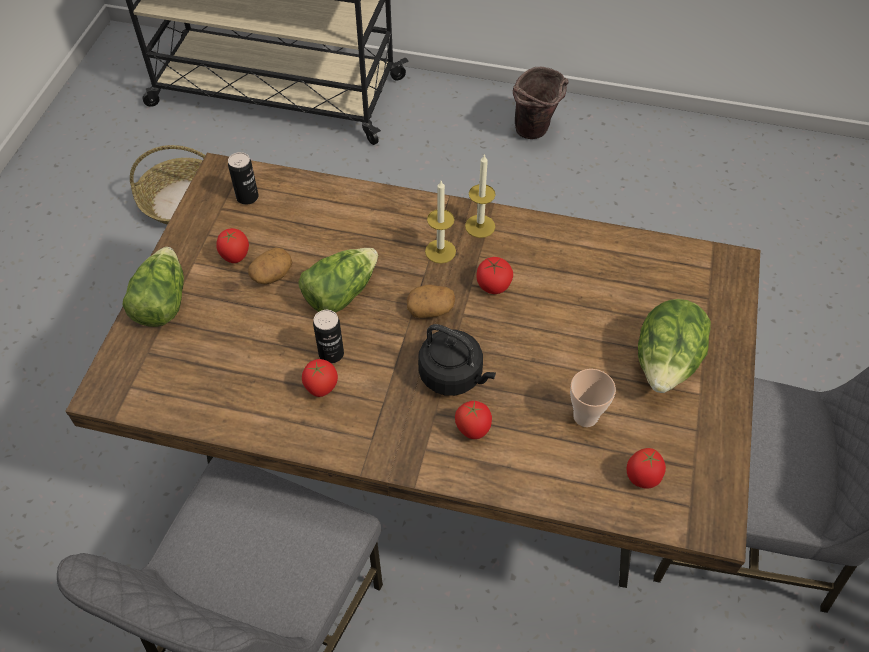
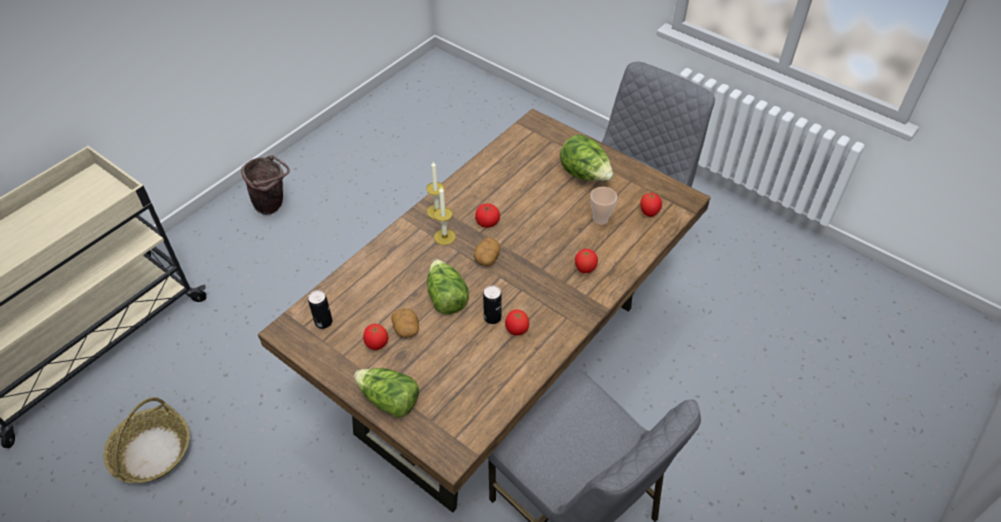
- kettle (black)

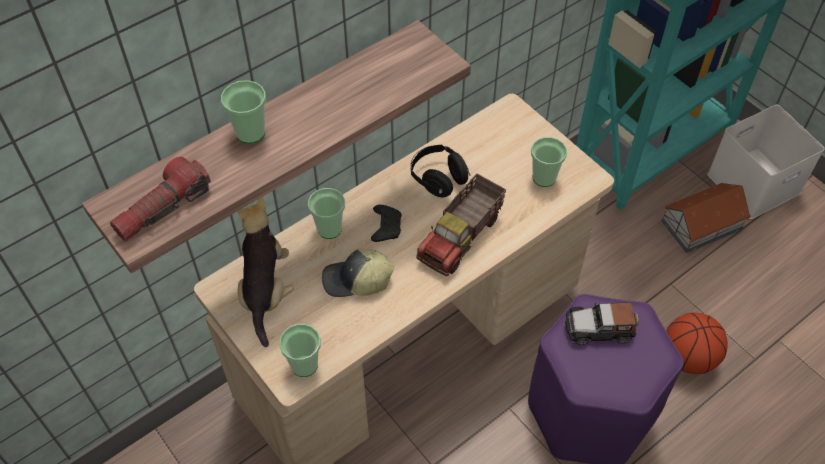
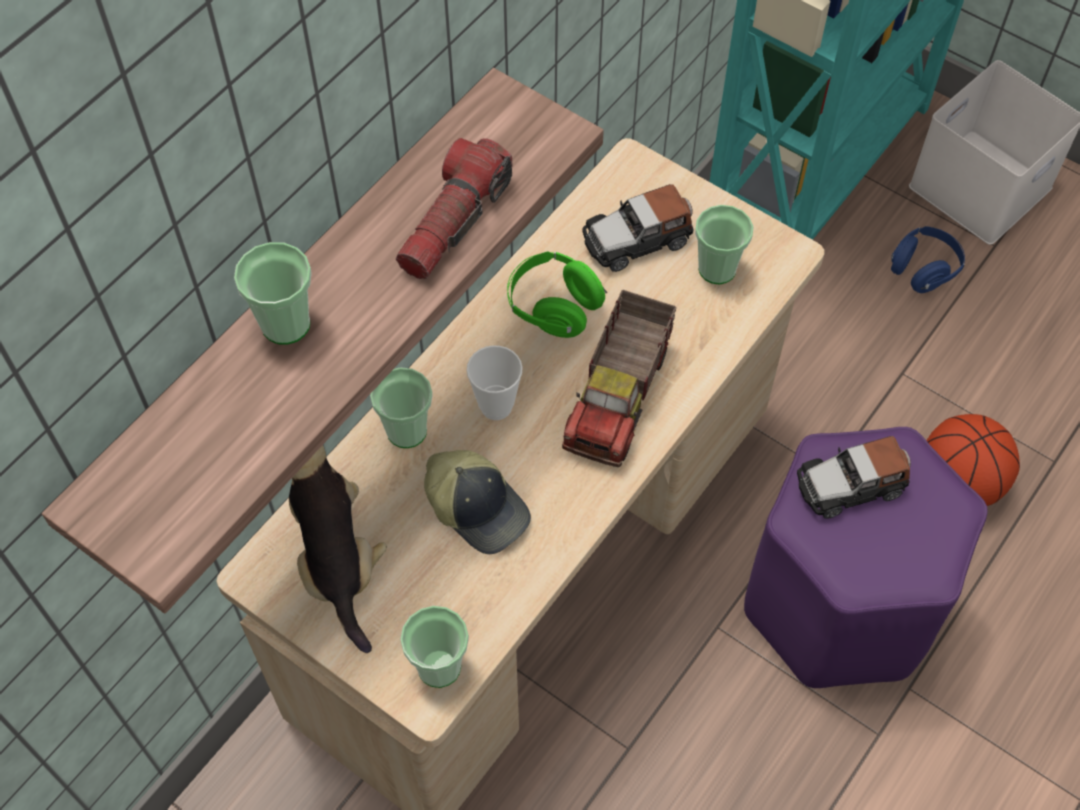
~ headphones (black) to headphones (green)
~ flashlight
~ toy house to headphones (blue)
~ game controller (black) to cup (4th from left)
~ cap 120 degrees counterclockwise
+ toy car (1st from left)

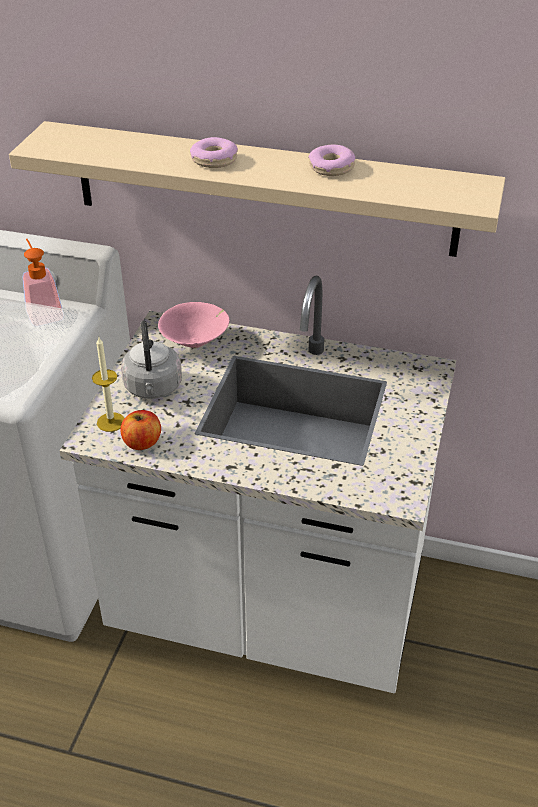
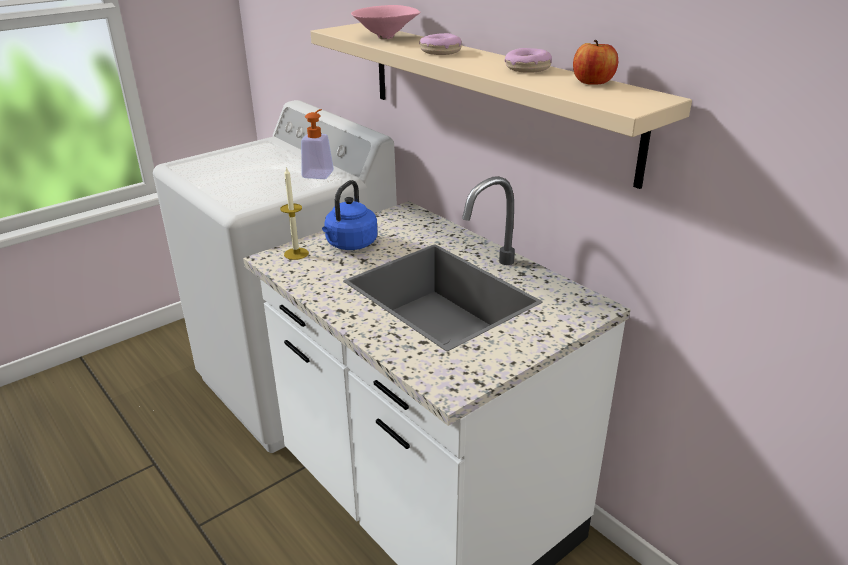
~ bowl (pink)
~ kettle (grey) to kettle (blue)
~ apple

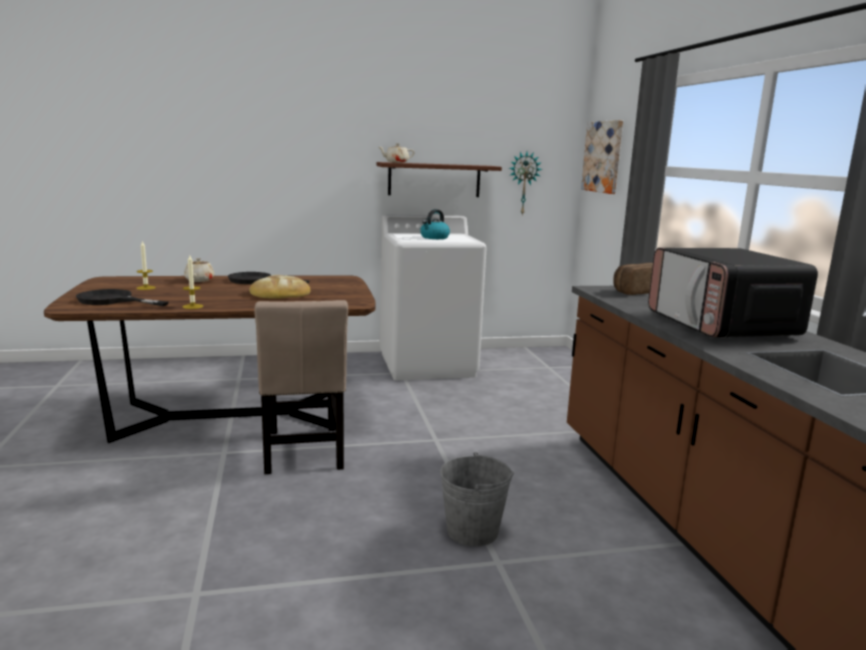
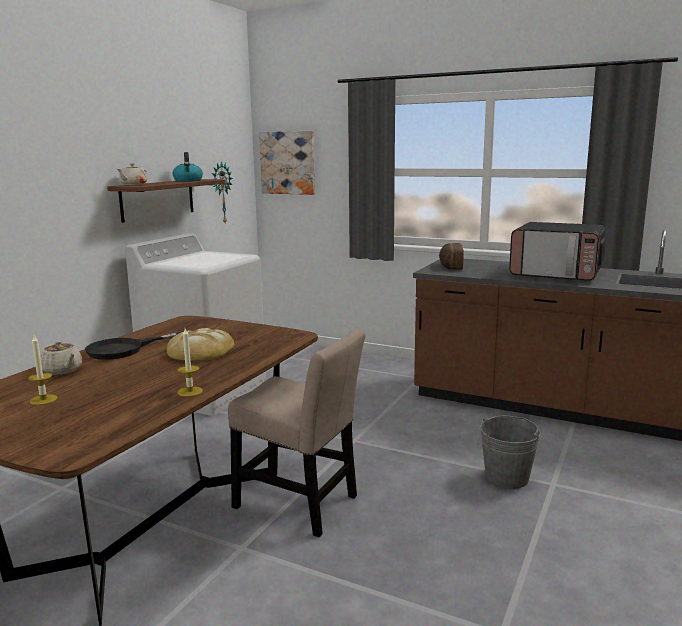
~ kettle
- frying pan (black) (1st from left)

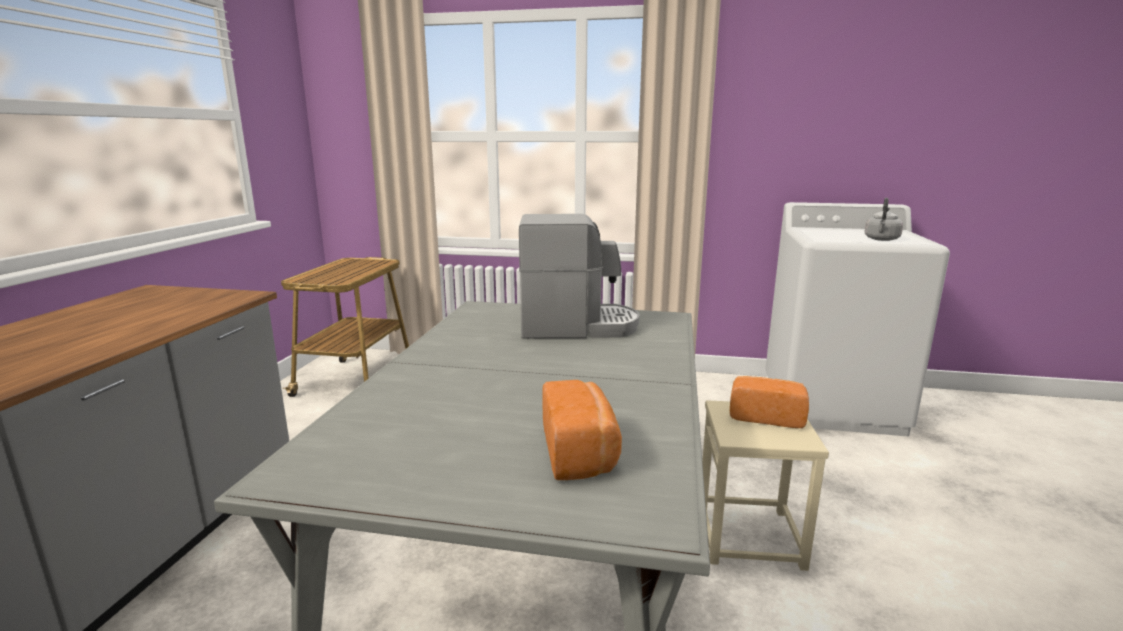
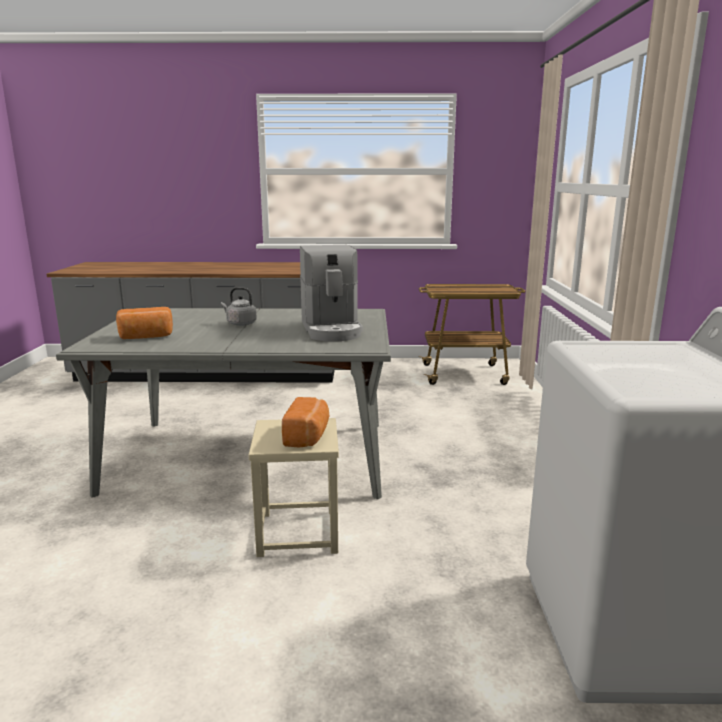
~ kettle (grey)

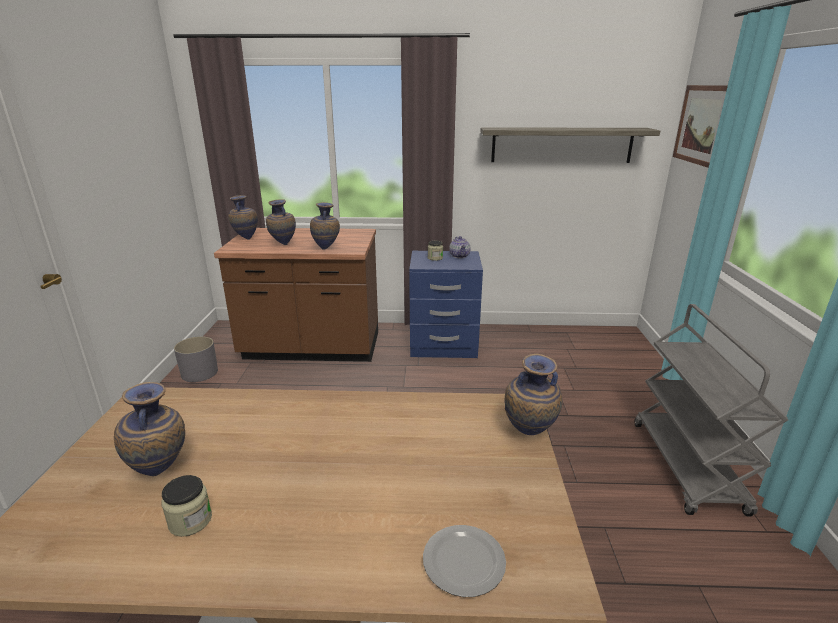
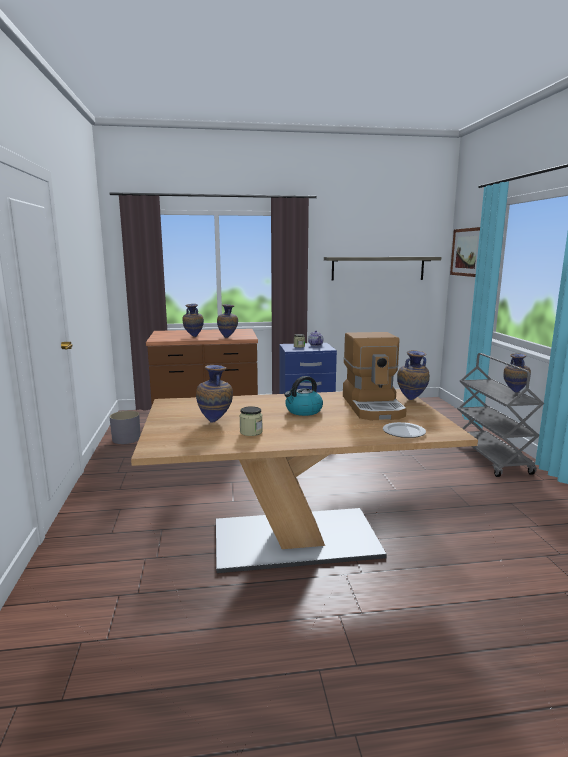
~ vase (2nd from left in the first image) to vase (5th from left)
+ coffee machine
+ kettle

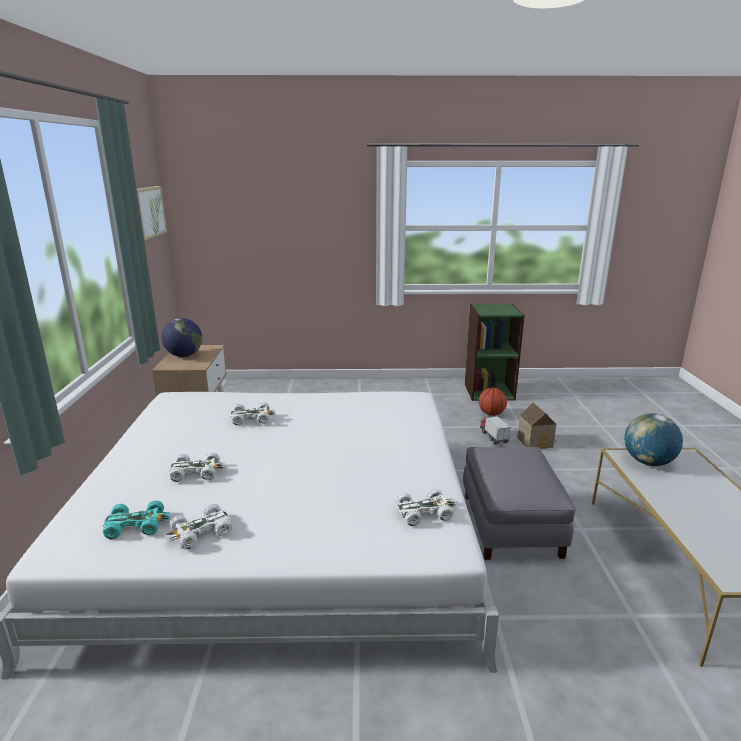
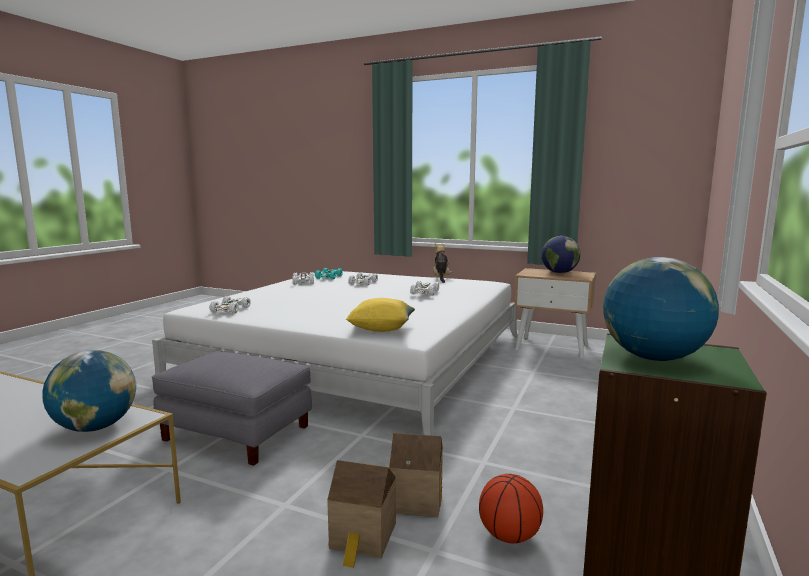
- picture
~ toy truck to toy house (2nd from left)
+ plush toy
+ globe (3rd from left)
+ pillow (yellow)

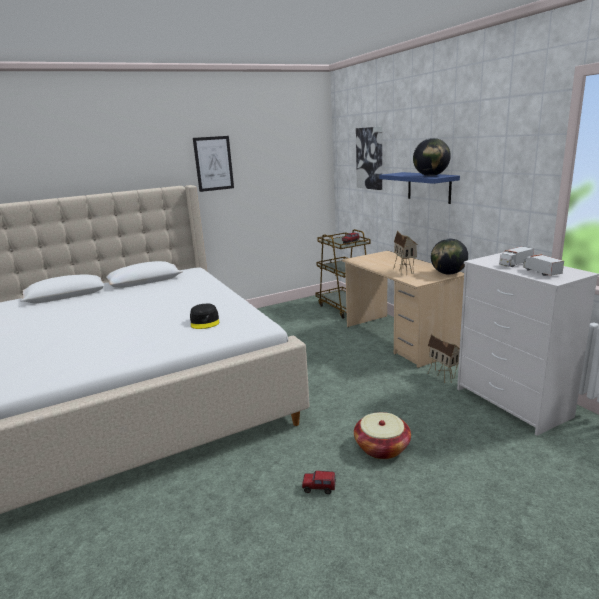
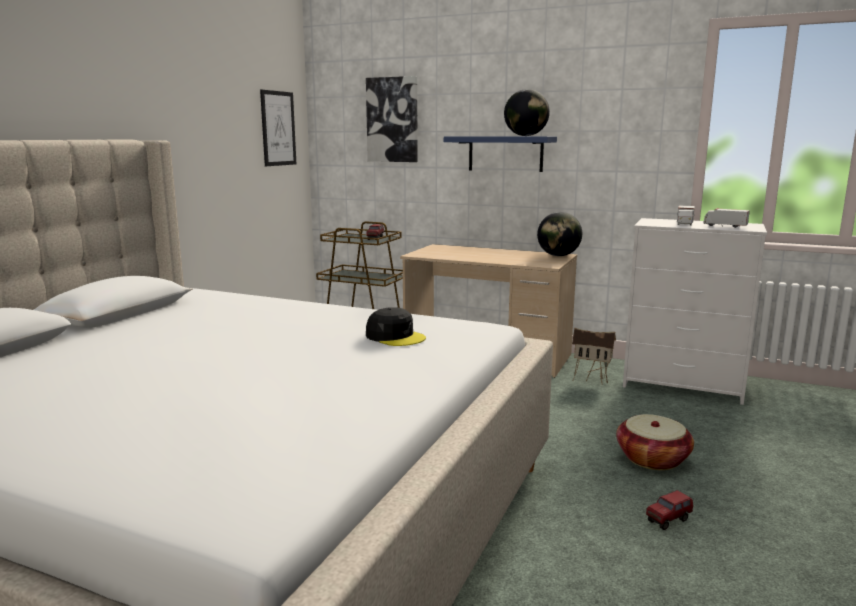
~ picture (1st from left)
- toy house (1st from left)

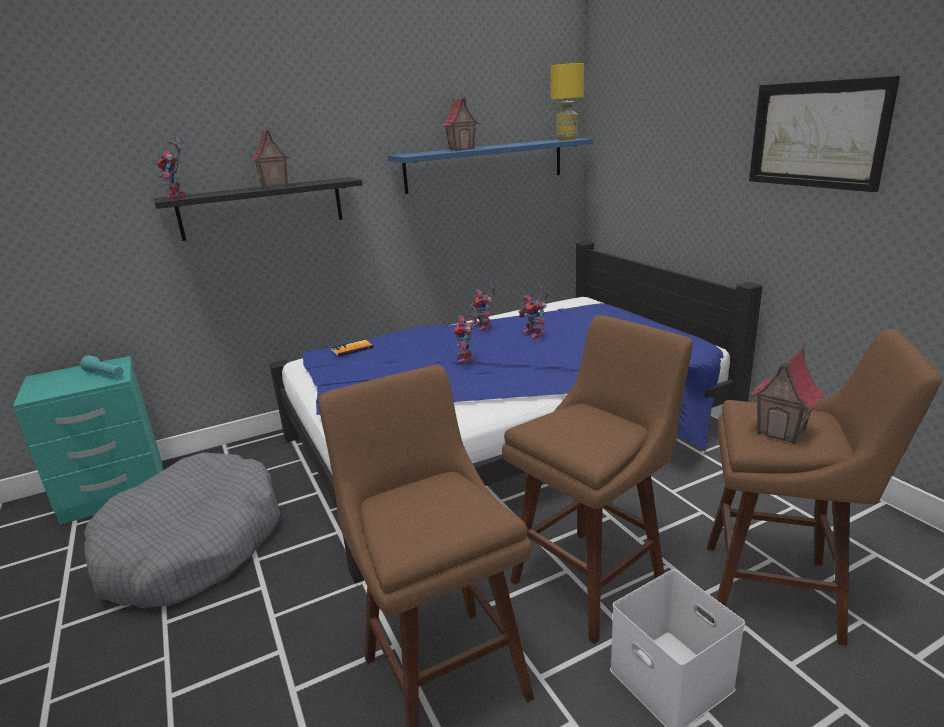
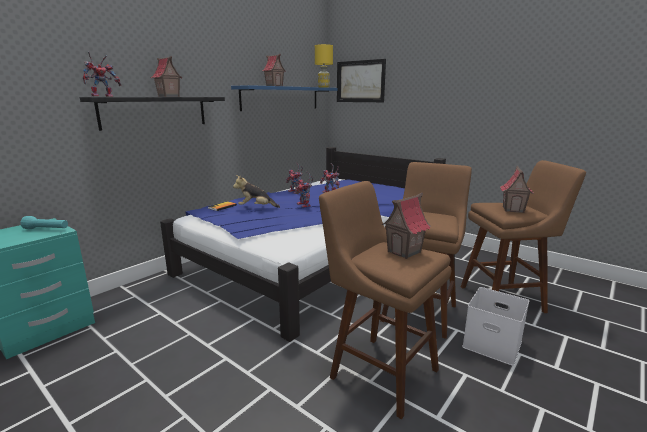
~ picture
~ toy robot (1st from left) 90 degrees counterclockwise
- dog bed (grey)
+ plush toy
+ toy house (3rd from left)

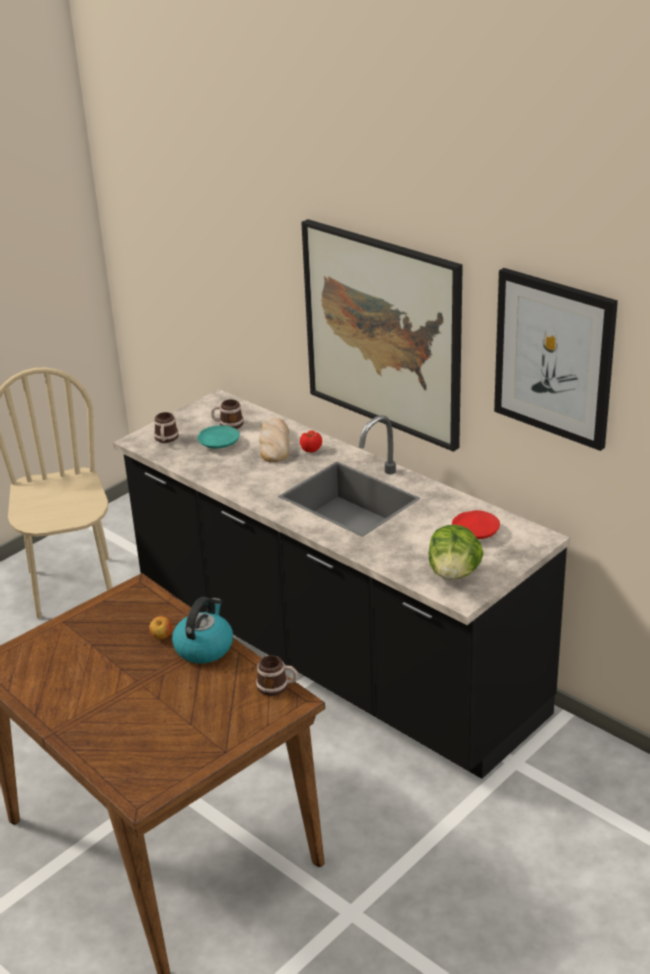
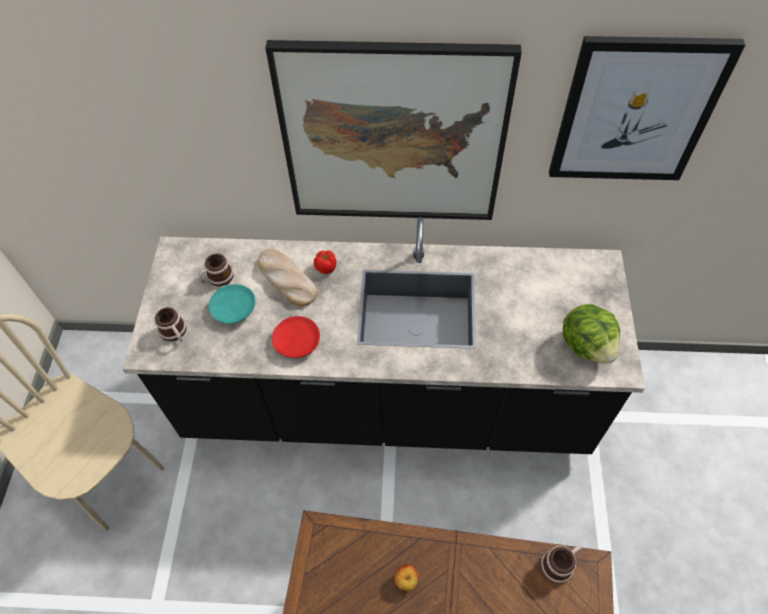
~ plate (red)
- kettle

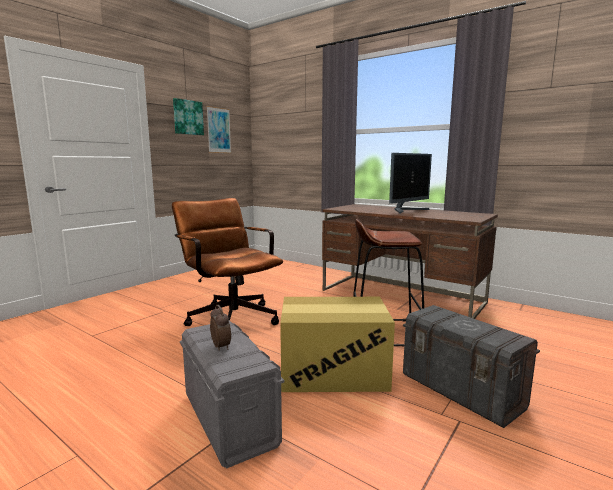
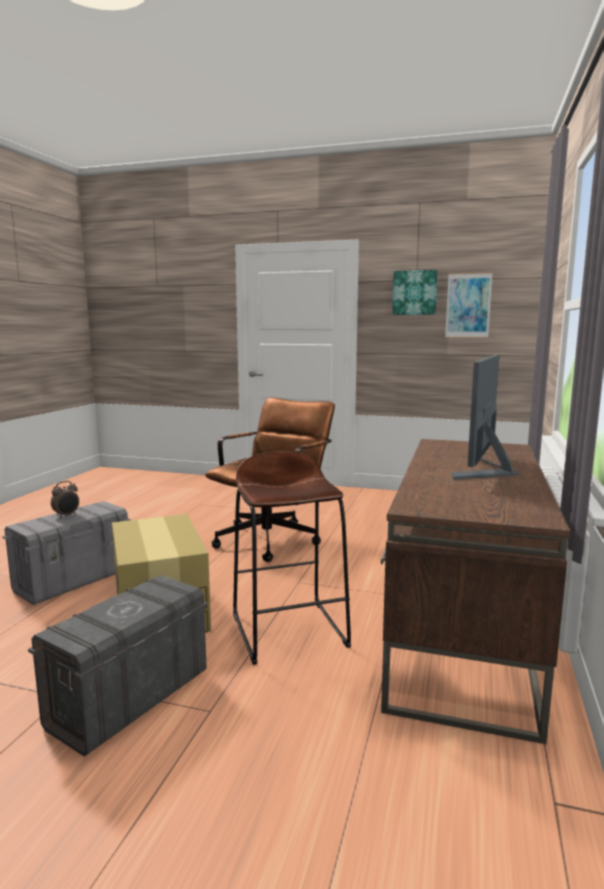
~ monitor 90 degrees clockwise

